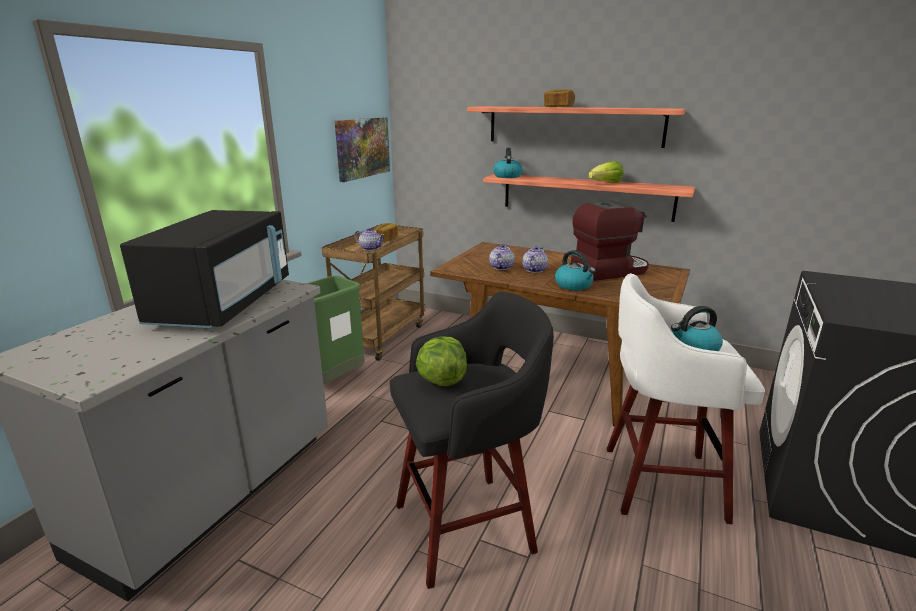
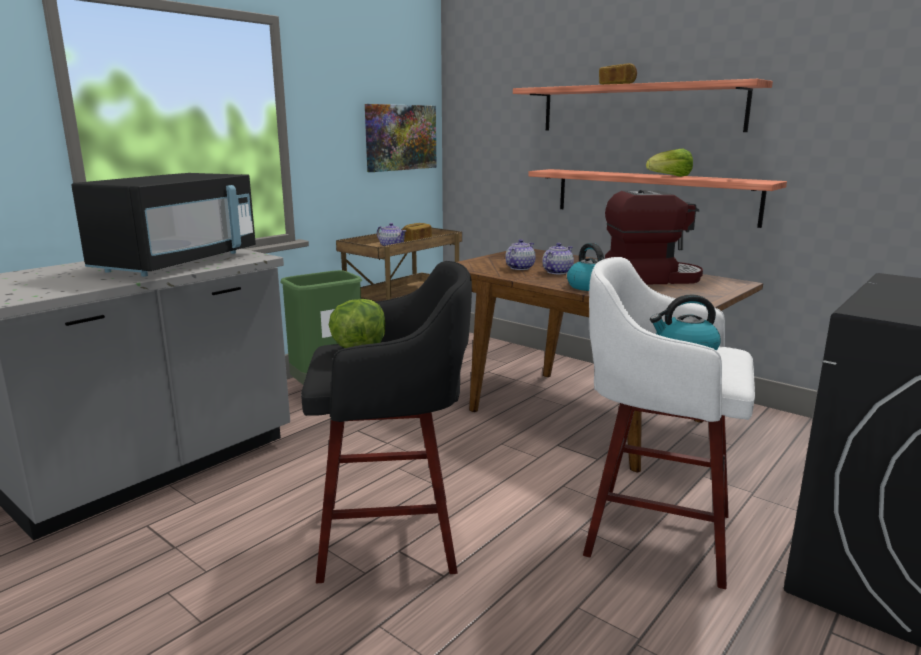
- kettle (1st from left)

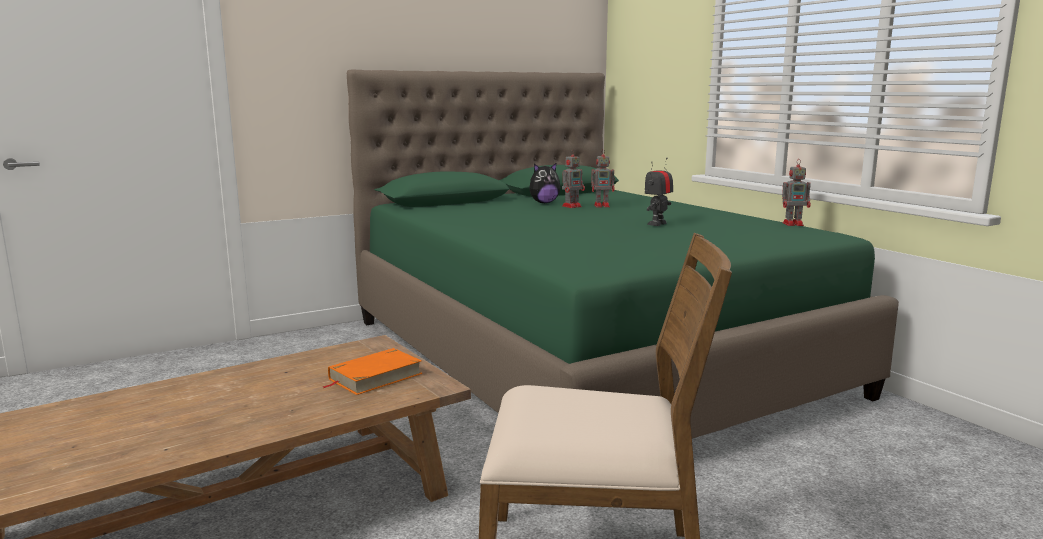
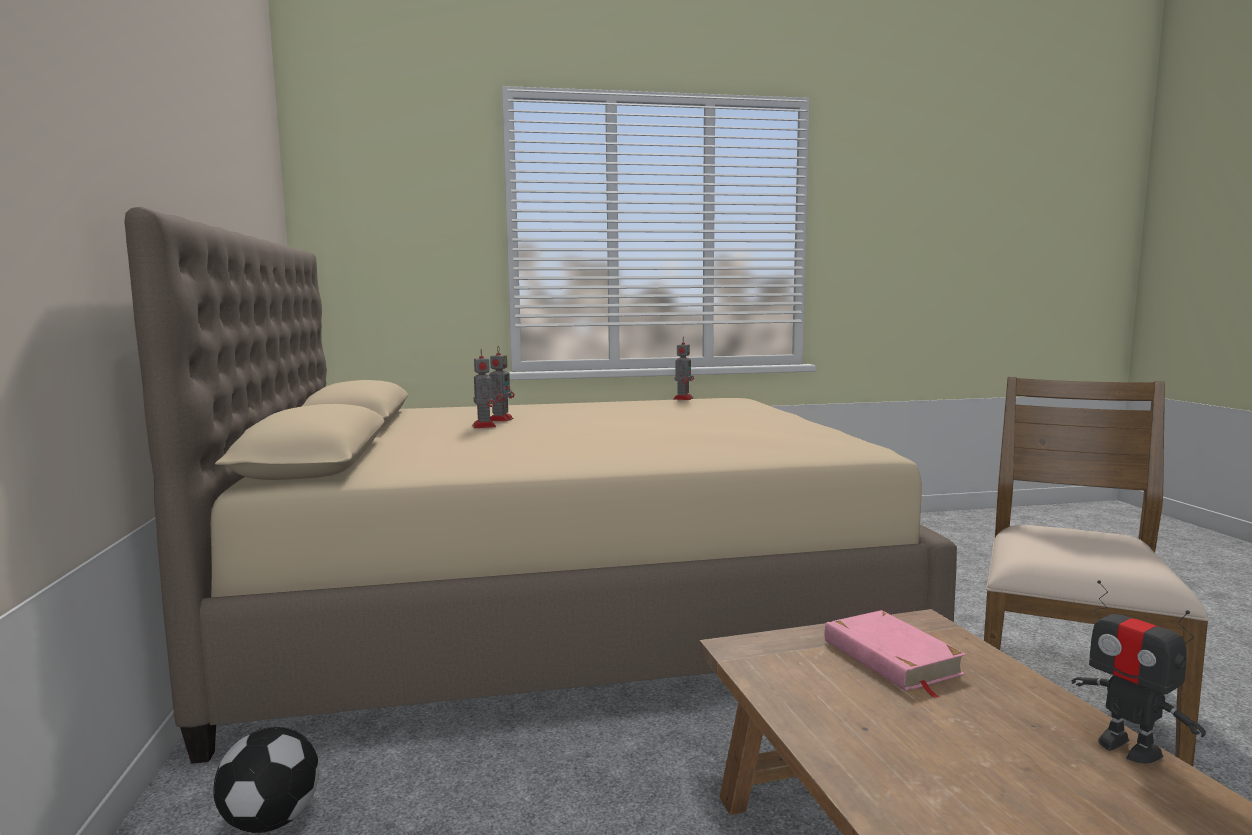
~ bed (green) to bed (beige)
~ toy robot (3rd from left in the first image) to toy robot (4th from left)
- plush toy
~ book (orange) to book (pink)
+ football

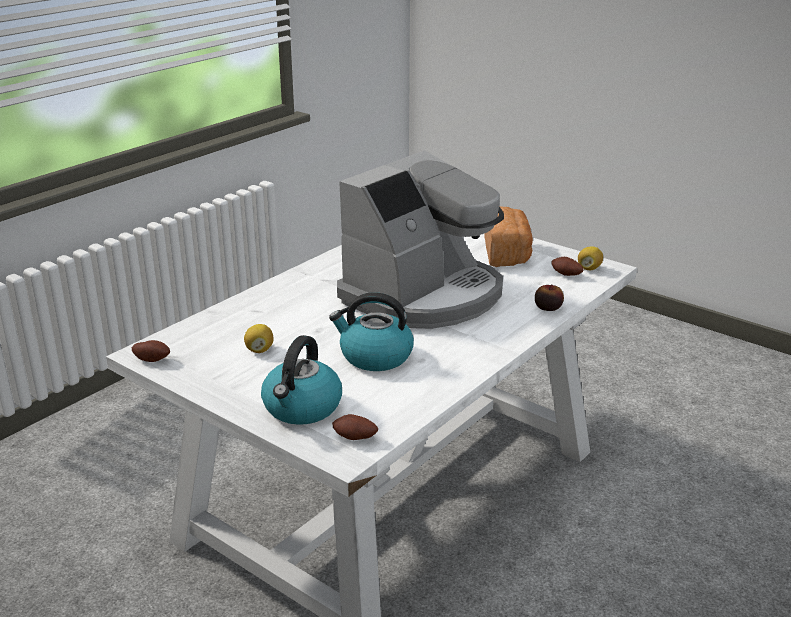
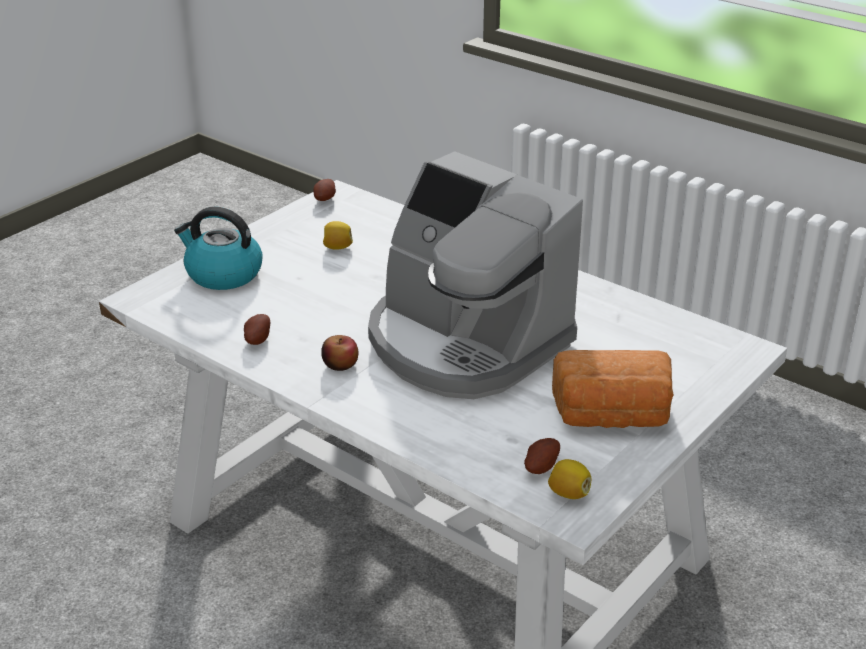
~ apple
- kettle (2nd from left)
~ potato (2nd from left in the first image) to potato (1st from left)

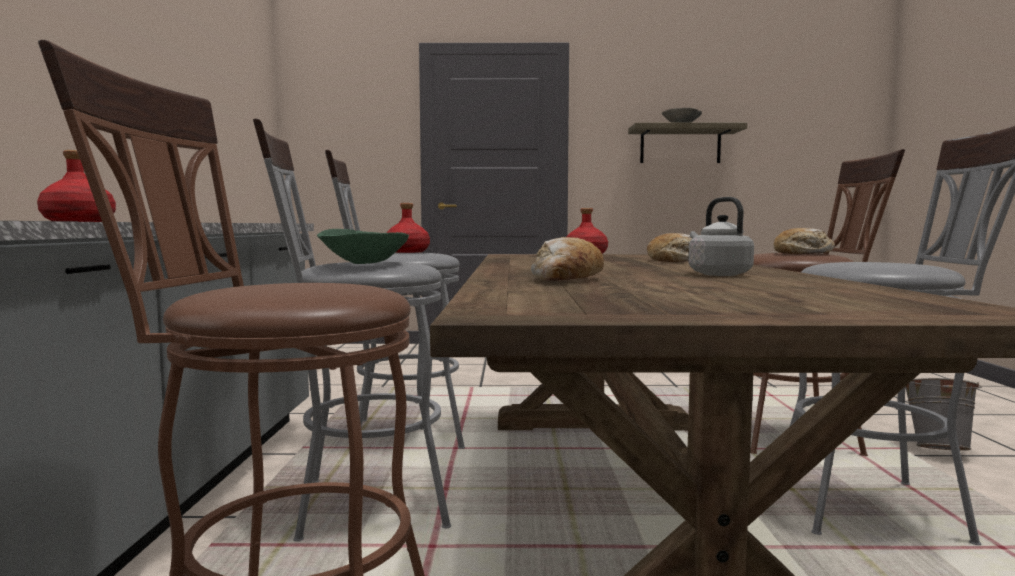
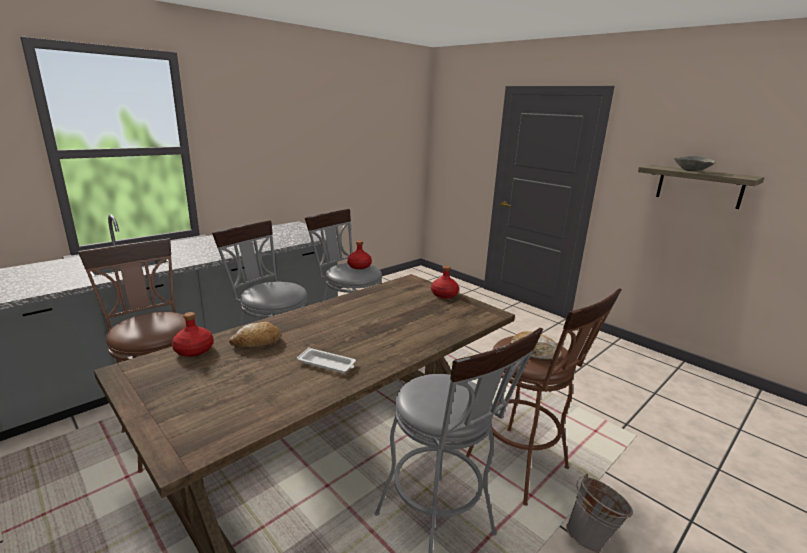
~ bottle (red) (1st from left)
~ kettle (grey) to tray (white)
- bowl (green)
- bread (2nd from left)

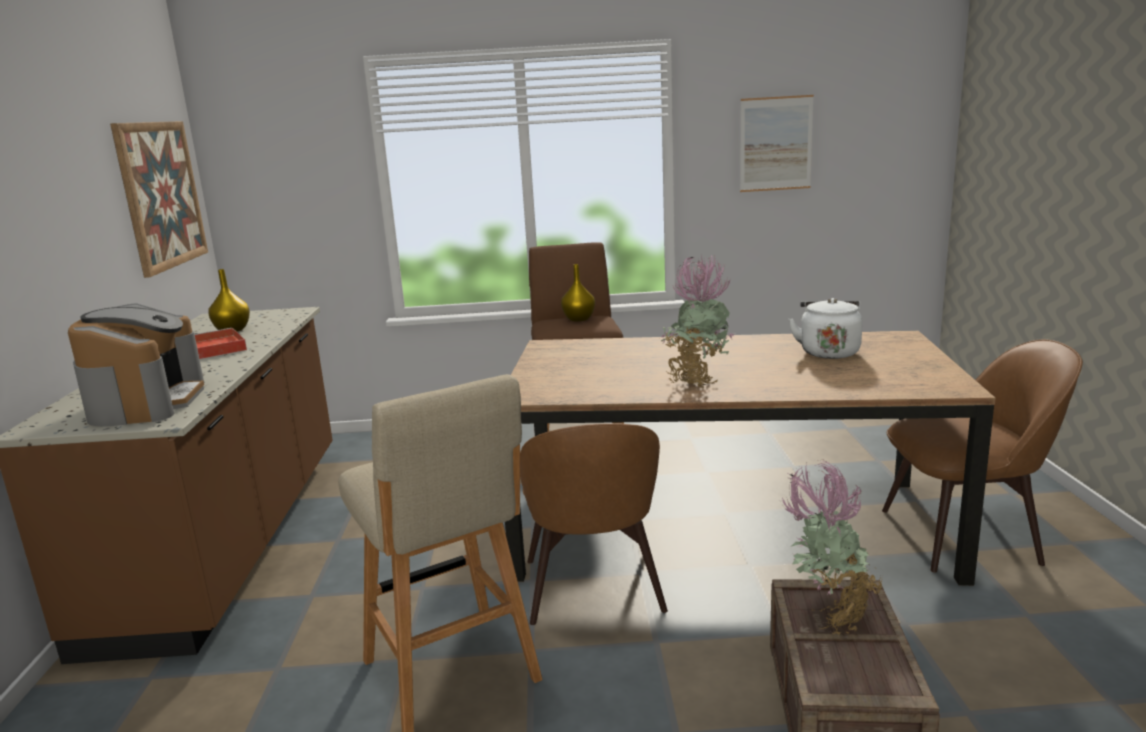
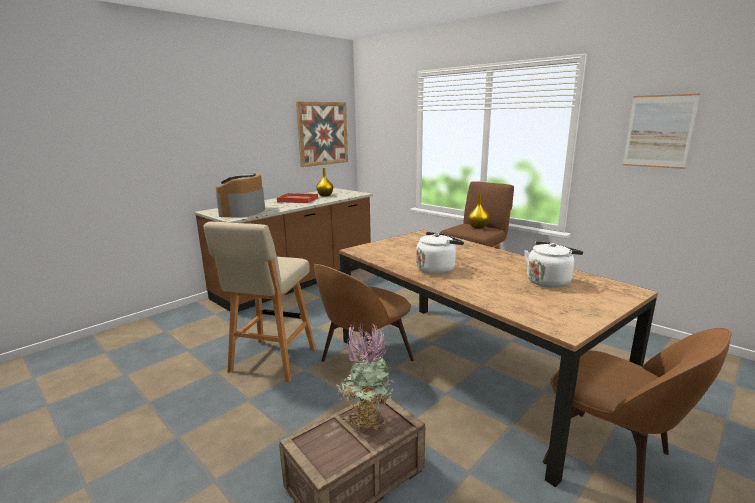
~ potted plant (1st from left) to kettle (white) (1st from left)
~ coffee machine 150 degrees clockwise

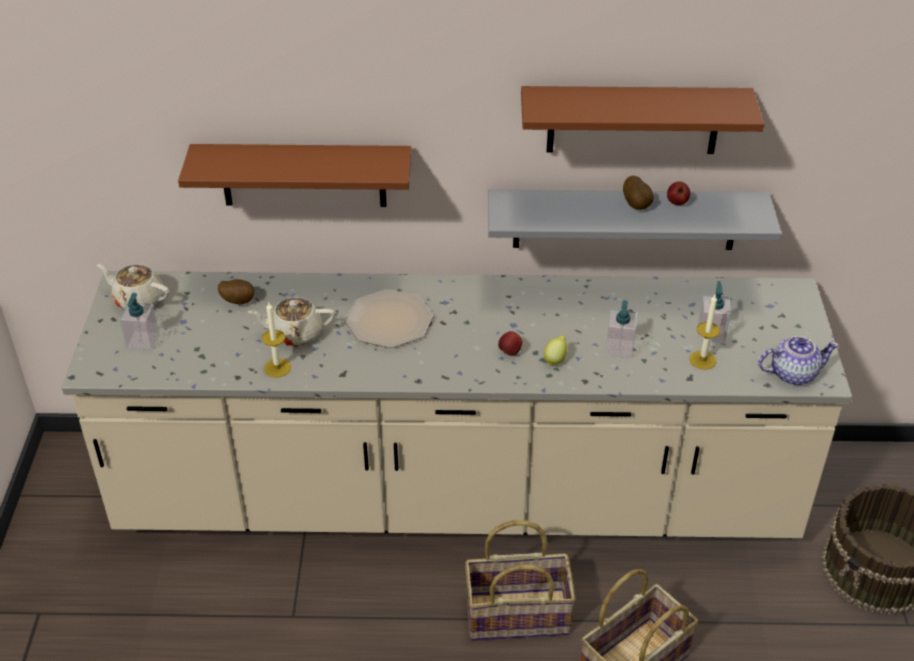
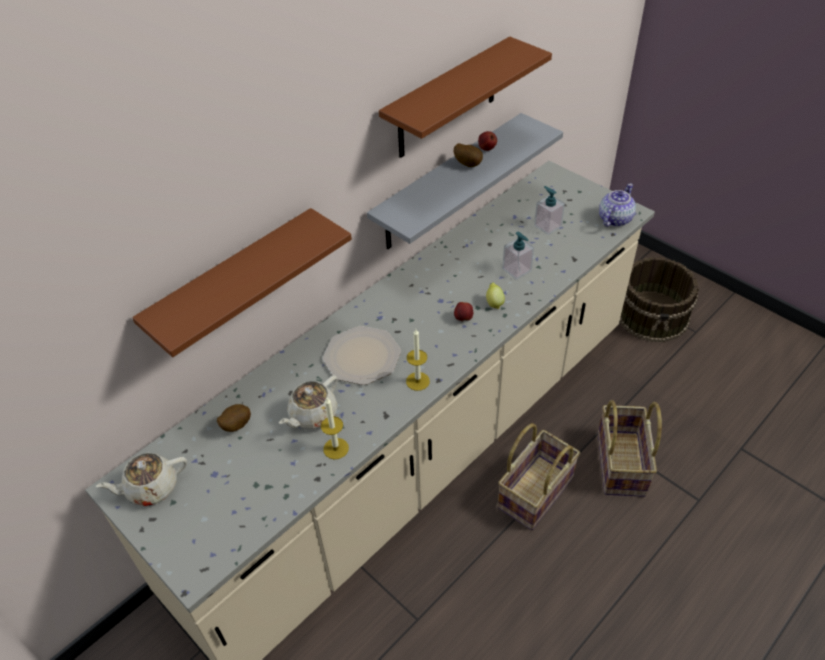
- soap dispenser (1st from left)
~ candle (2nd from left)

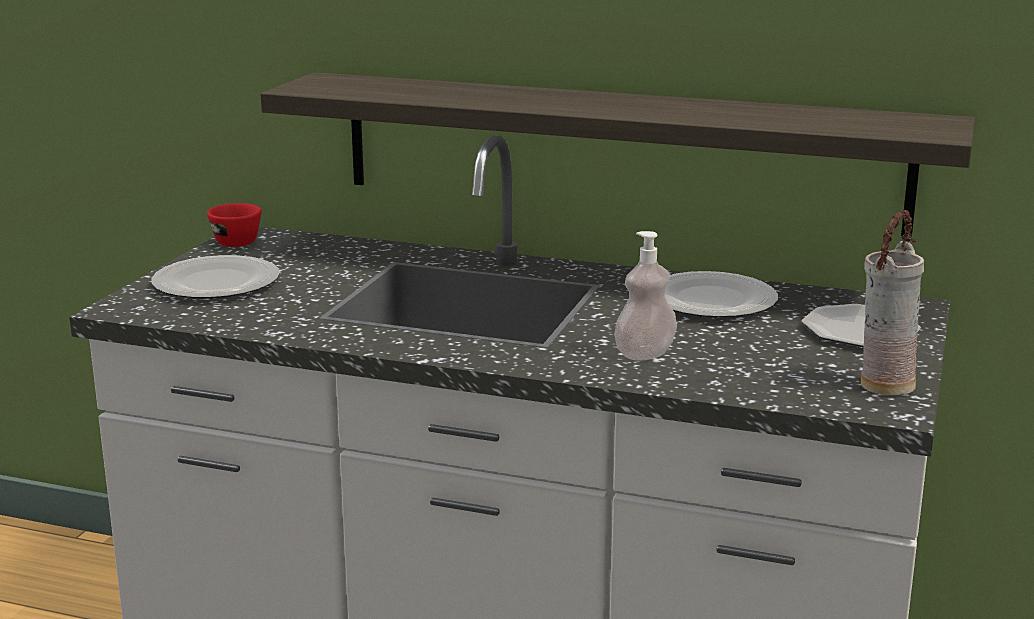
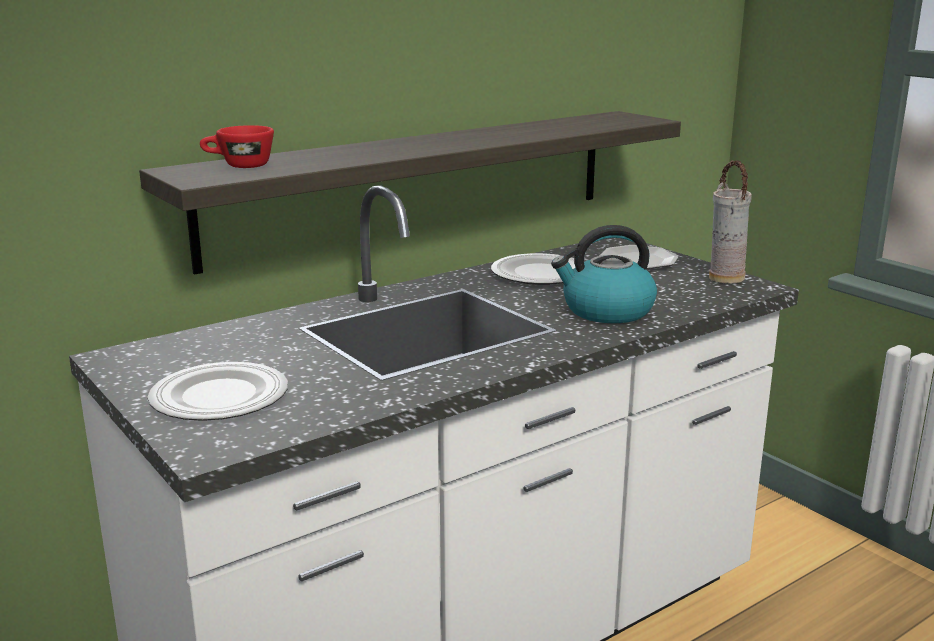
~ cup (red)
~ soap dispenser to kettle

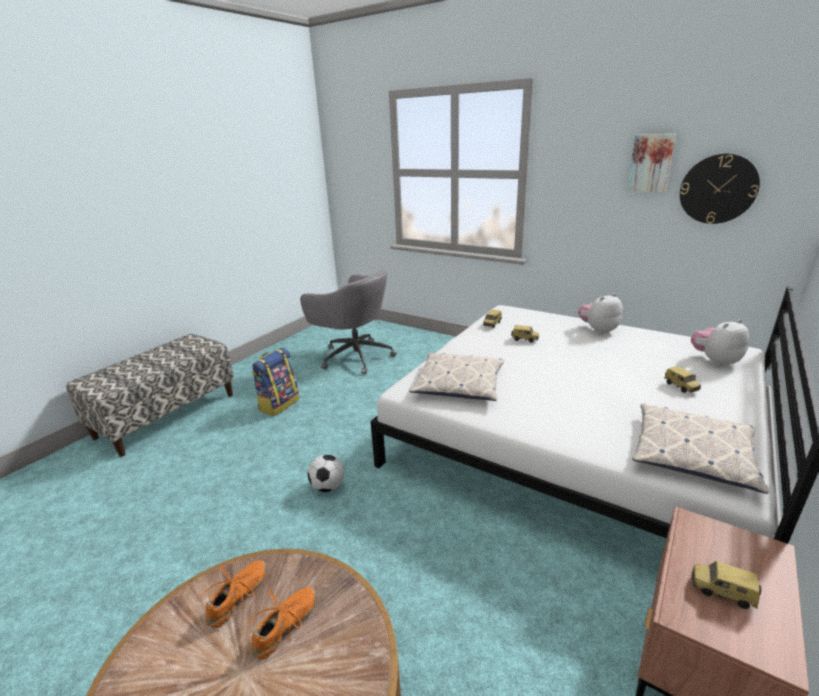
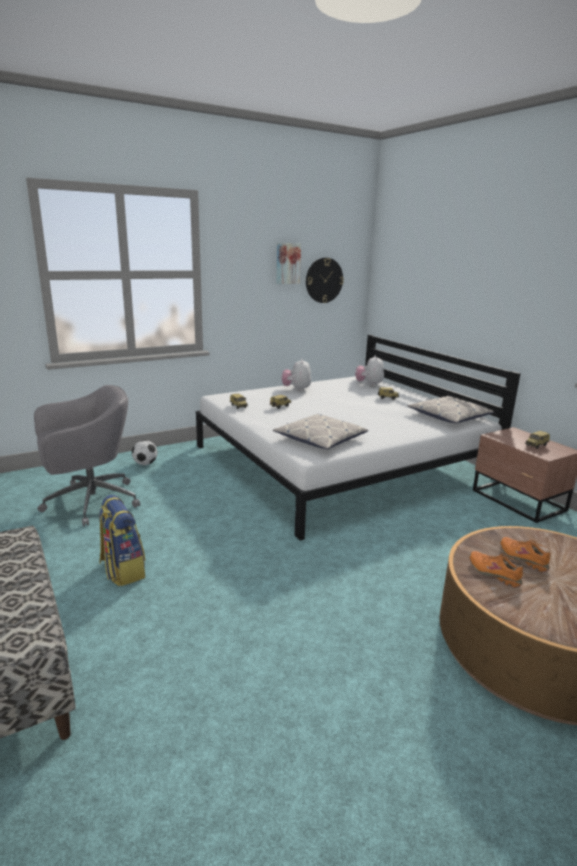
~ football

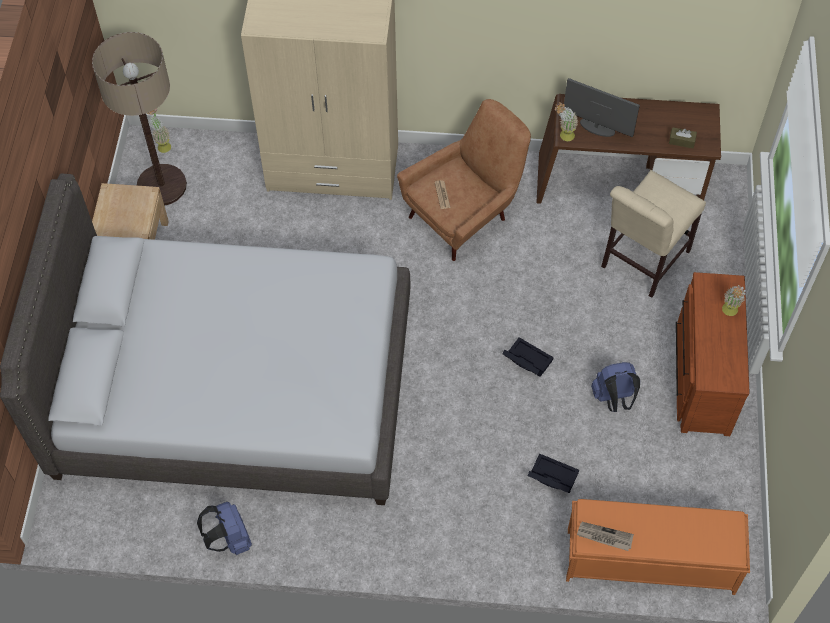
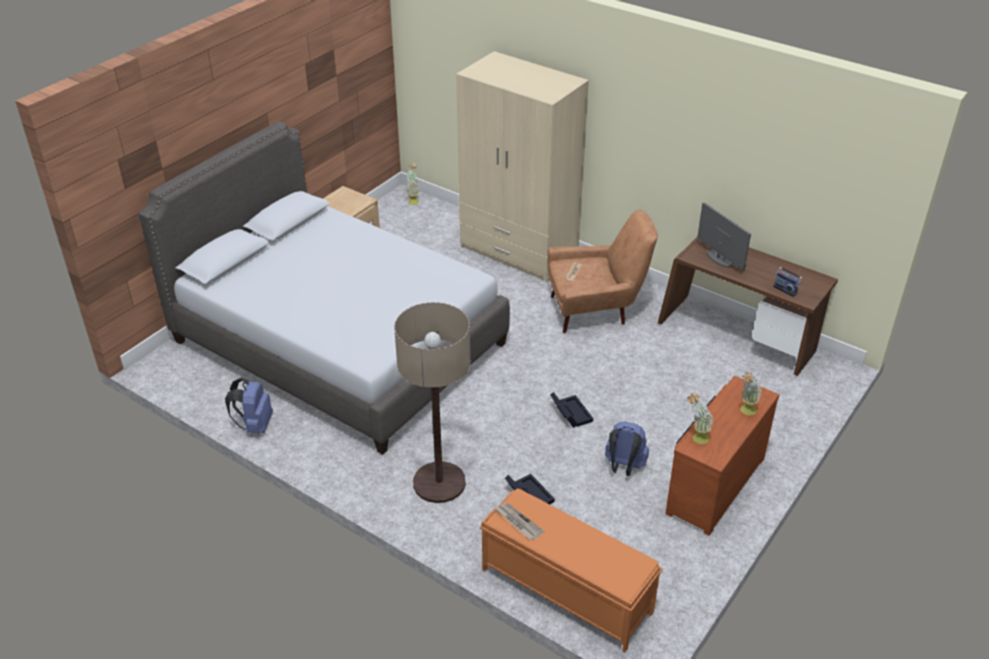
~ floor lamp
~ potted plant (2nd from left)
~ tissue box (brown) to radio
- chair (beige)

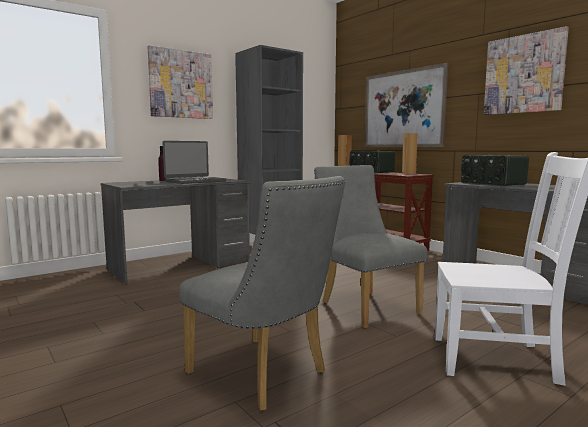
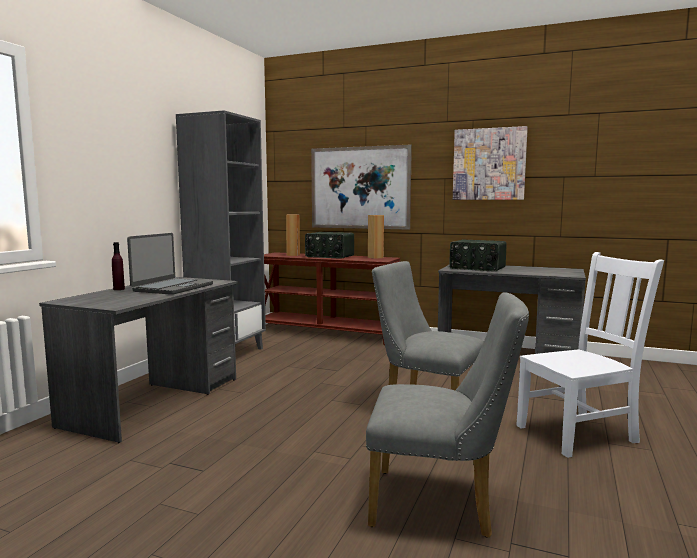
- picture (1st from left)

